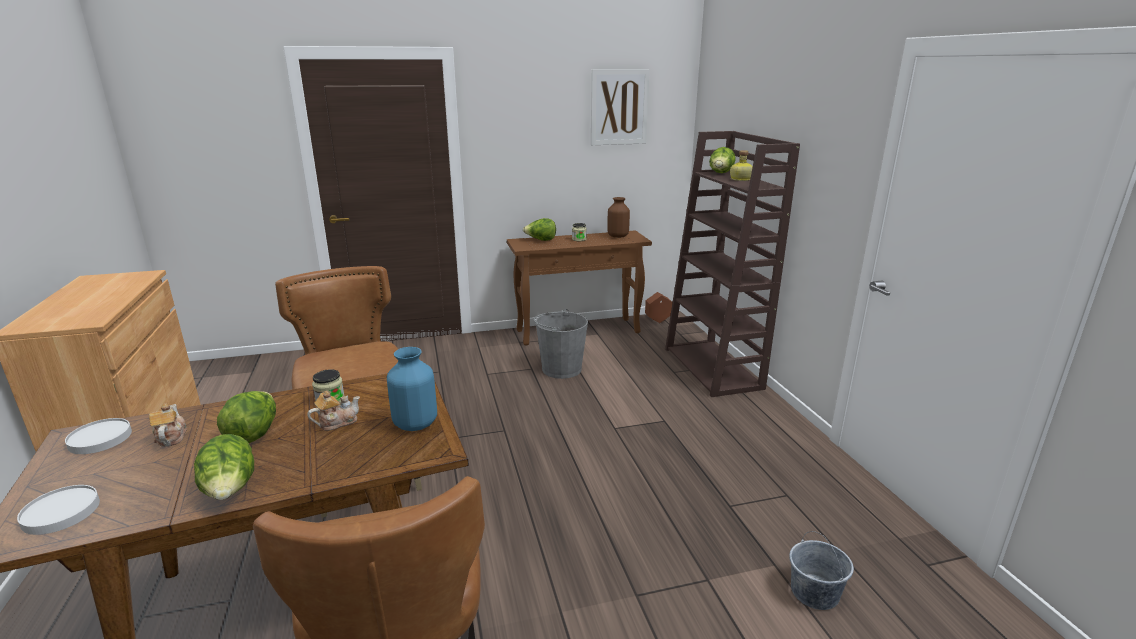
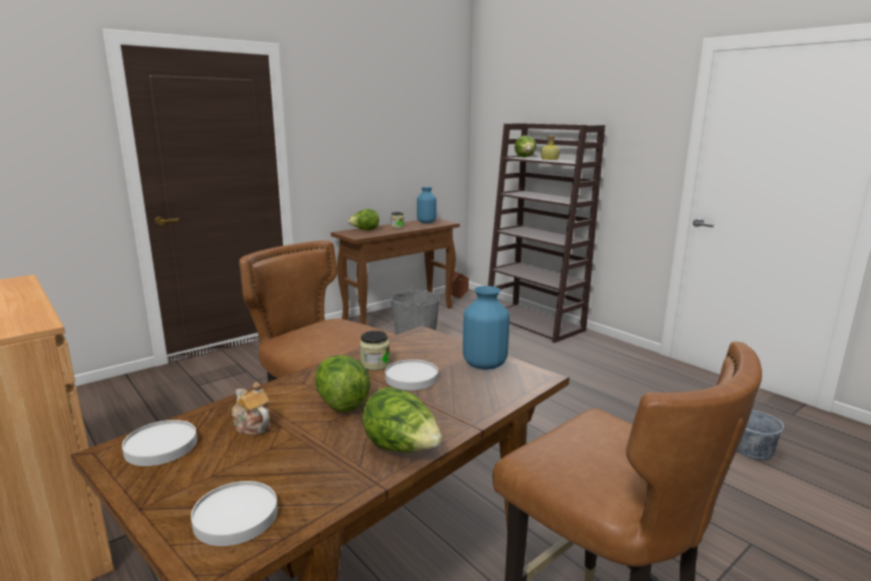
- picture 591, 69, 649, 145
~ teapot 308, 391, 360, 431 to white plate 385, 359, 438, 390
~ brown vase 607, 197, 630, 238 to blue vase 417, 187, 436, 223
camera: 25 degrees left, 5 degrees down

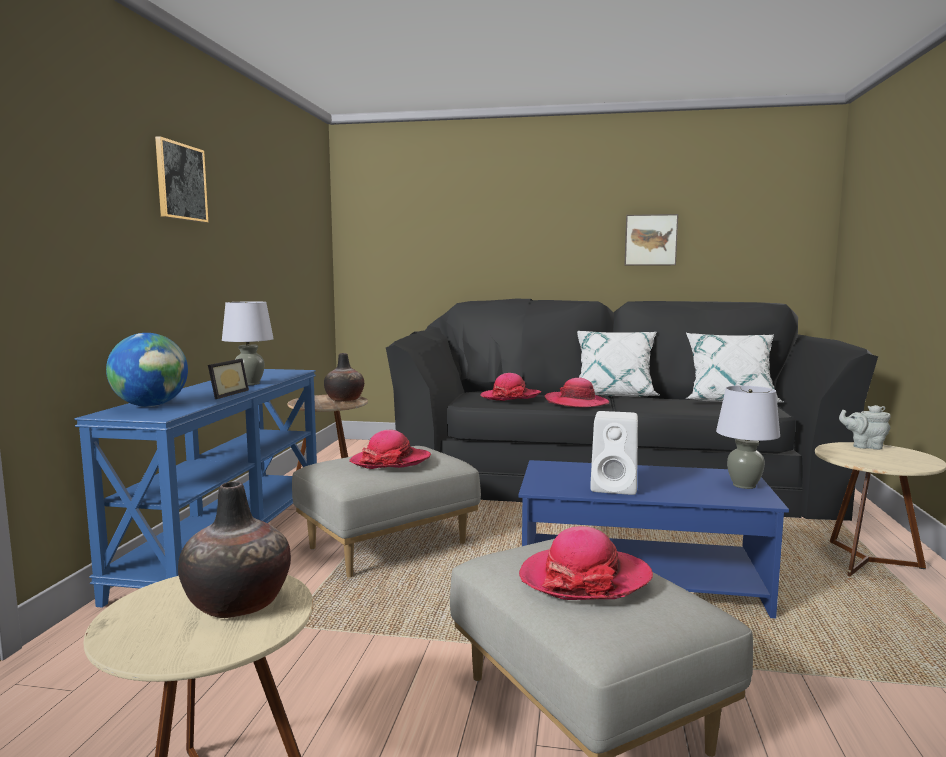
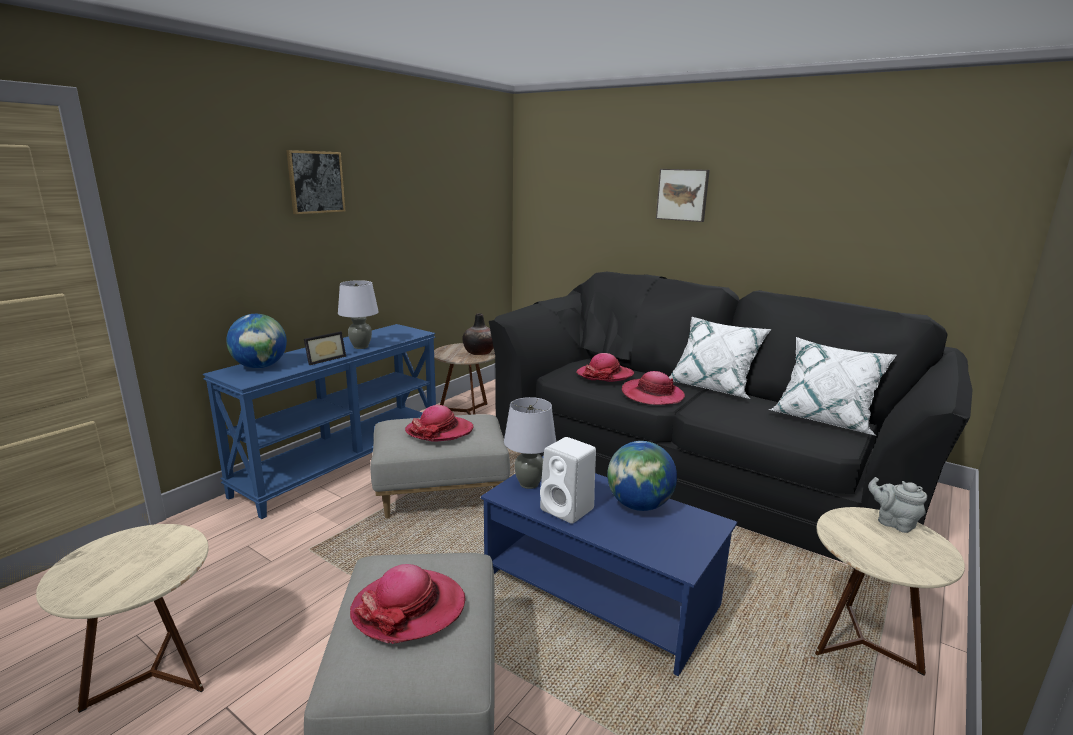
- vase 178, 481, 291, 618
+ globe 607, 441, 677, 511
~ picture 625, 214, 678, 265 to 656, 169, 710, 222
~ grey table lamp 716, 385, 780, 489 to 504, 397, 556, 489
camera: 25 degrees right, 10 degrees up

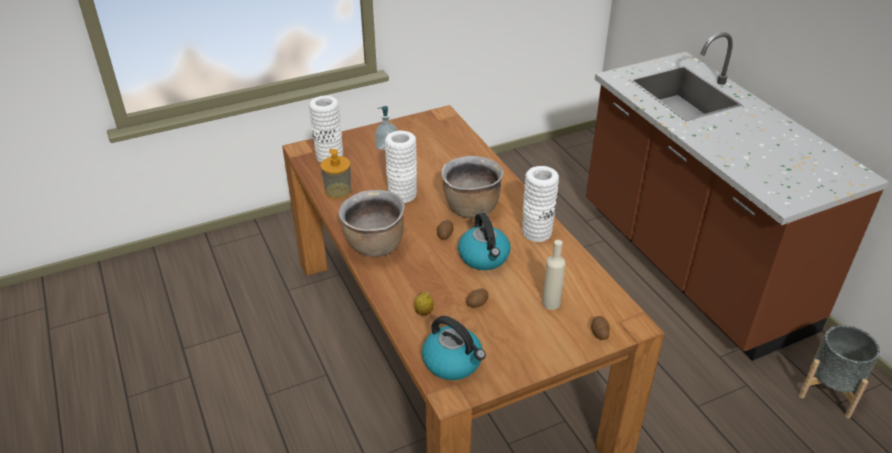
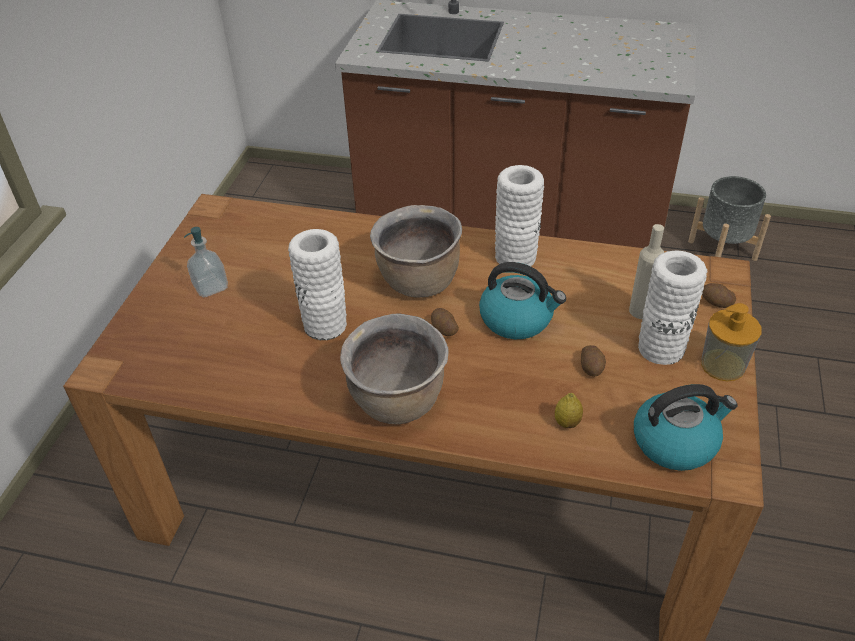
~ white vase 309, 96, 343, 163 to 638, 250, 707, 365
~ soap dispenser 320, 149, 351, 199 to 701, 303, 762, 381
camera: 50 degrees left, 5 degrees up

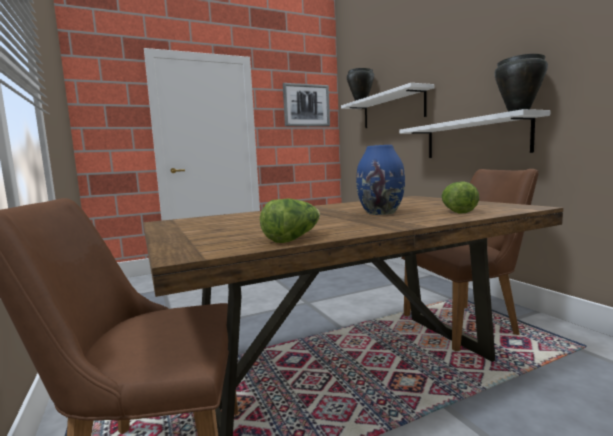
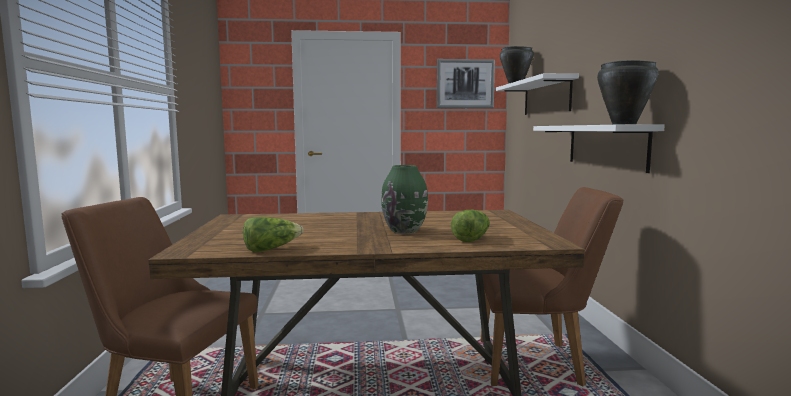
~ blue vase 356, 145, 405, 215 to green vase 381, 165, 428, 234
camera: 20 degrees right, 0 degrees up

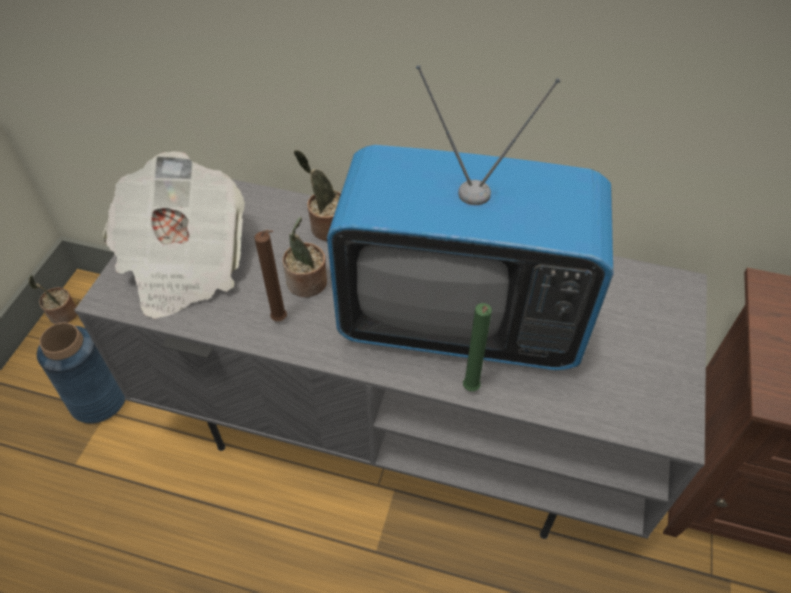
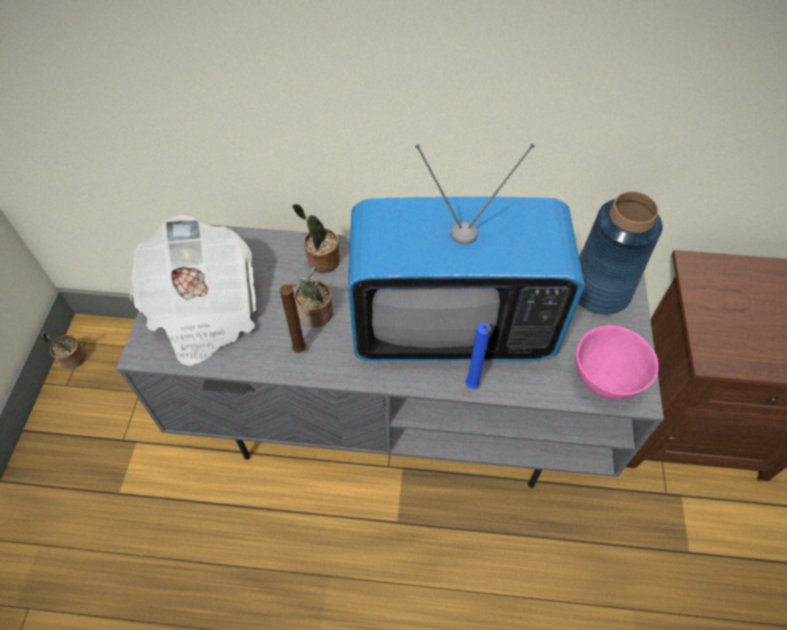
+ pink bowl 575, 325, 659, 400
~ blue vase 37, 323, 126, 424 to 578, 192, 663, 315
~ green candle 463, 303, 492, 391 to blue candle 465, 323, 491, 389
camera: 10 degrees left, 5 degrees up

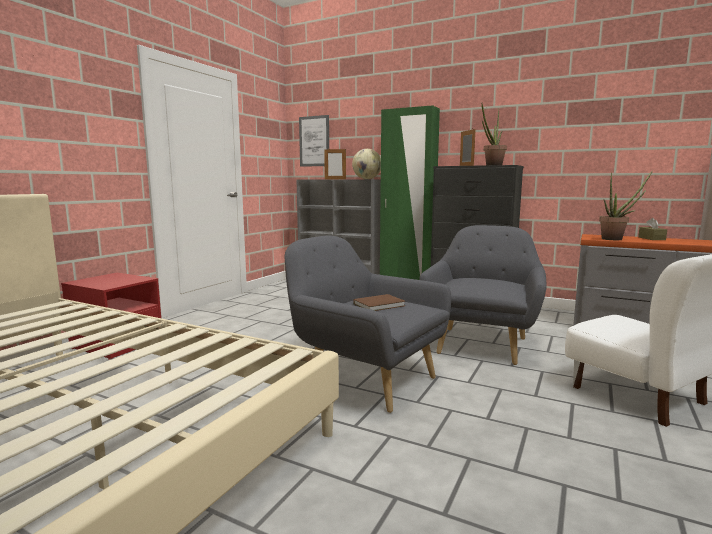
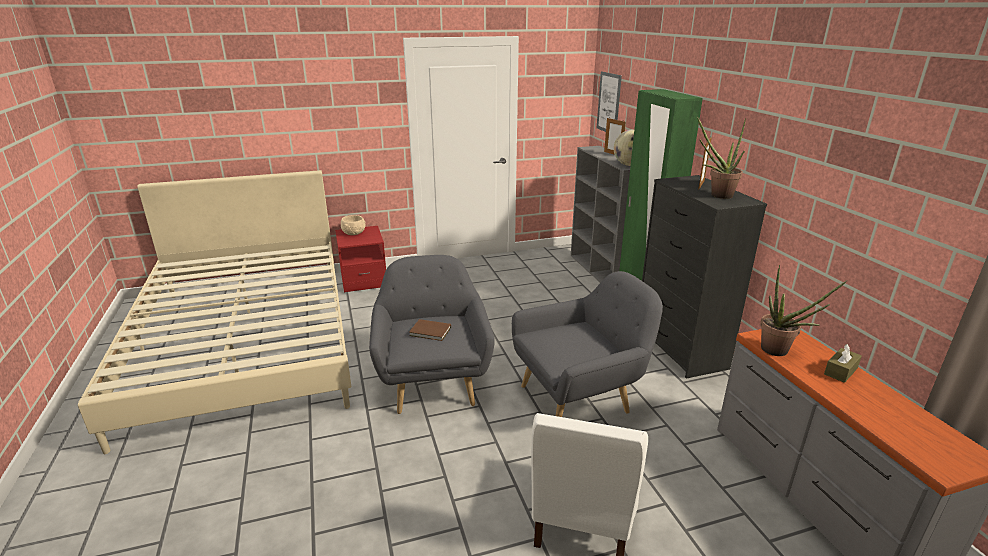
+ beige bowl 341, 215, 366, 235
camera: 45 degrees right, 15 degrees up

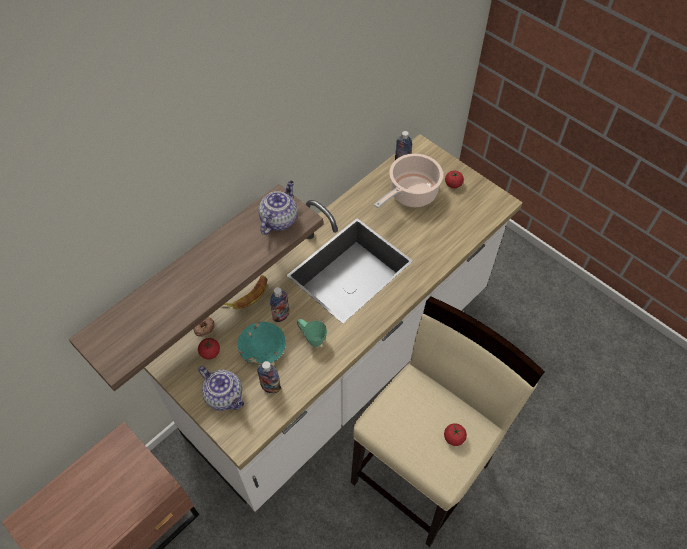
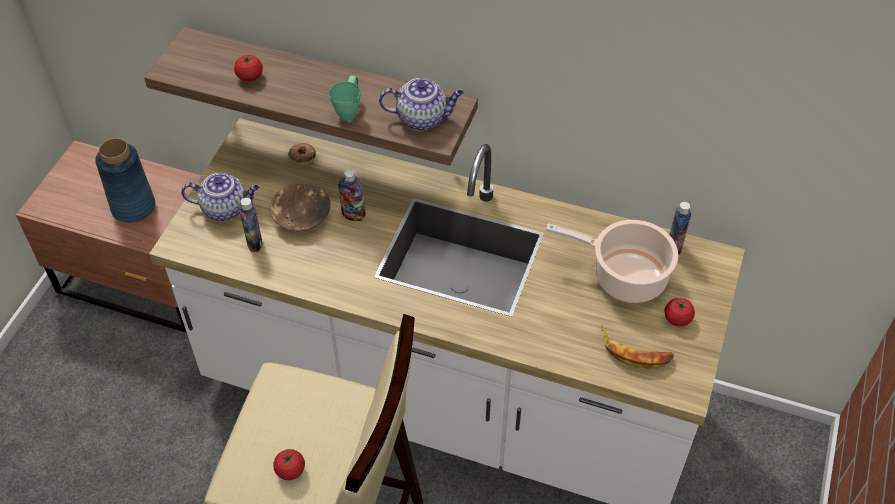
+ blue vase 95, 138, 156, 223
~ tomato 198, 338, 220, 359 to 234, 54, 263, 82
~ banana 224, 275, 267, 309 to 601, 324, 674, 368
~ green mug 297, 319, 327, 347 to 329, 75, 361, 121
~ turquoise bowl 237, 322, 286, 365 to brown bowl 270, 184, 330, 231
~ teapot 198, 366, 244, 411 = 181, 173, 259, 221 105 degrees counterclockwise
camera: 65 degrees right, 5 degrees down

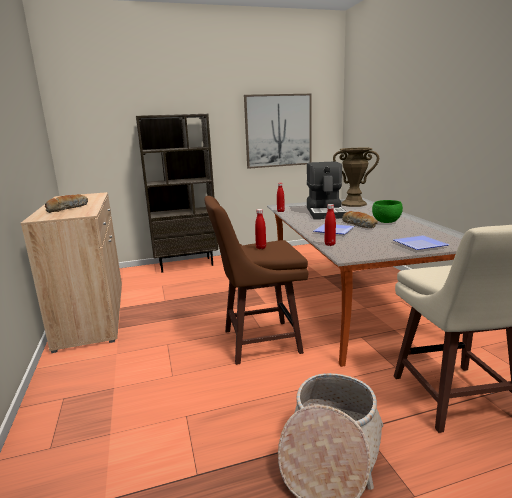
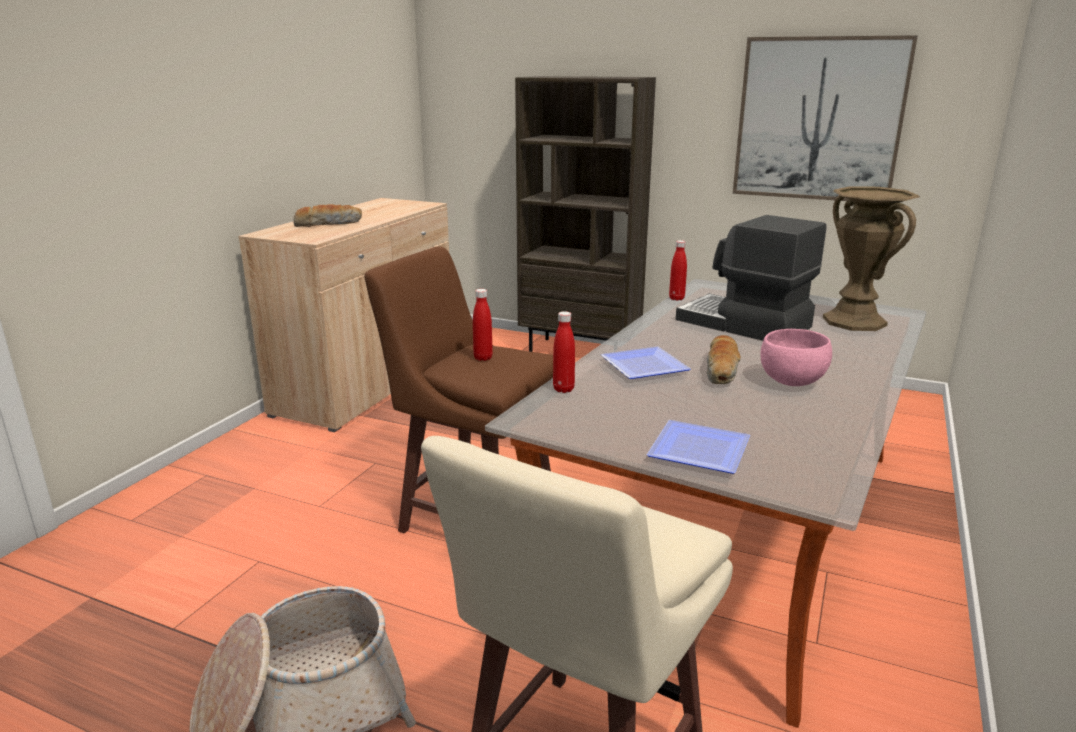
~ green bowl 372, 200, 403, 223 to pink bowl 760, 329, 832, 386
~ coffee machine 307, 161, 346, 219 = 676, 215, 827, 341 90 degrees clockwise
camera: 40 degrees right, 5 degrees up

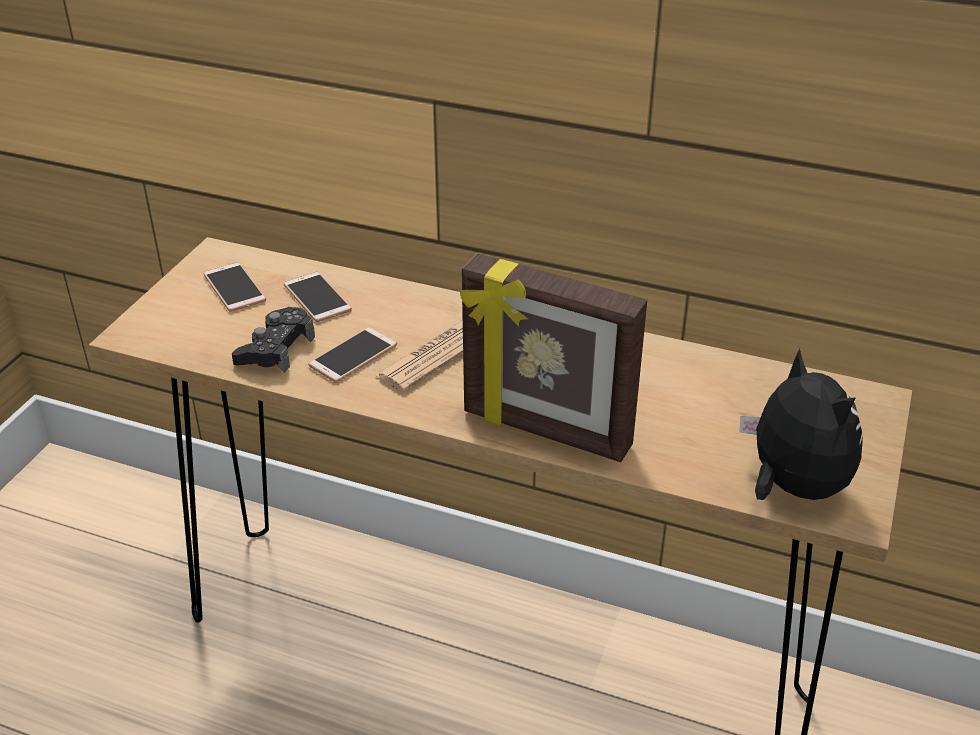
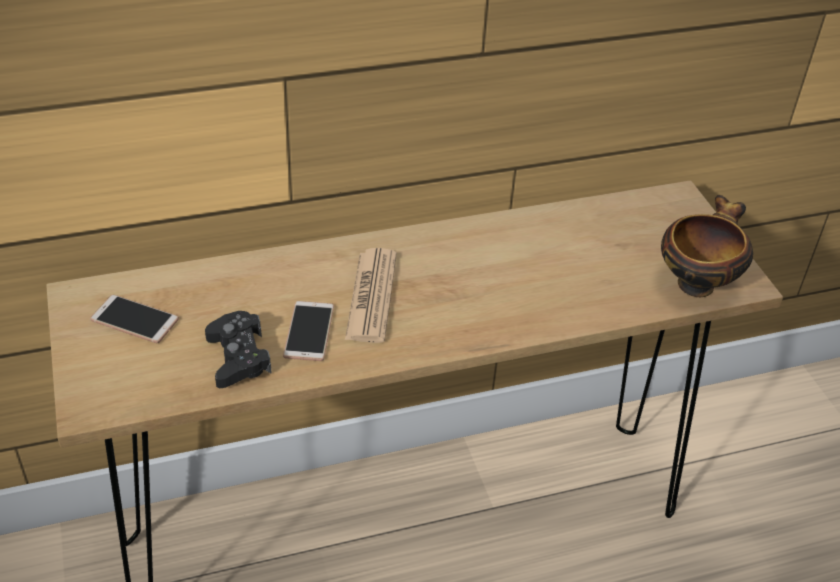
- phone 284, 272, 352, 322
- picture frame 460, 253, 647, 462
~ plush toy 739, 348, 863, 500 to bowl 661, 195, 753, 297
camera: 40 degrees left, 5 degrees up

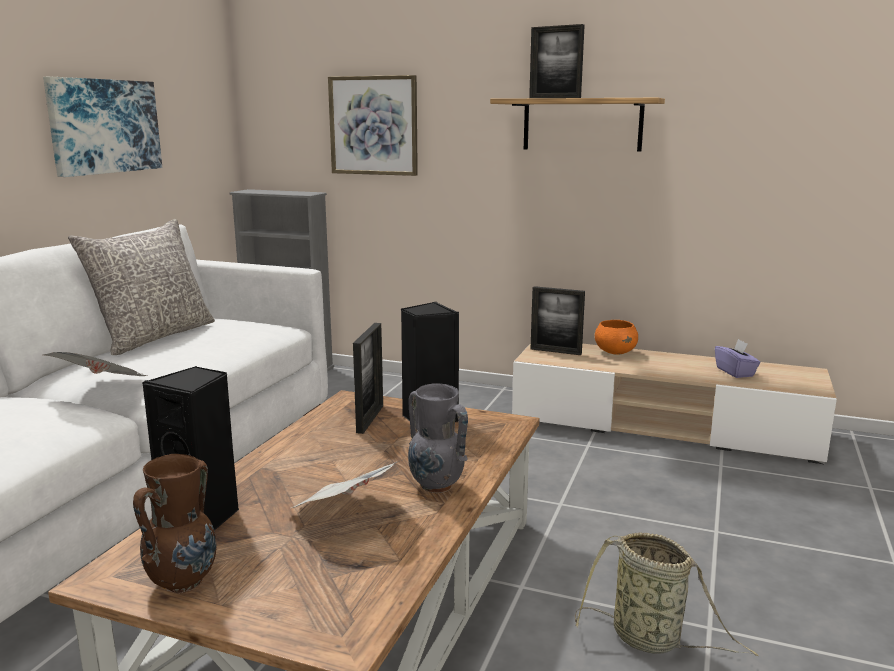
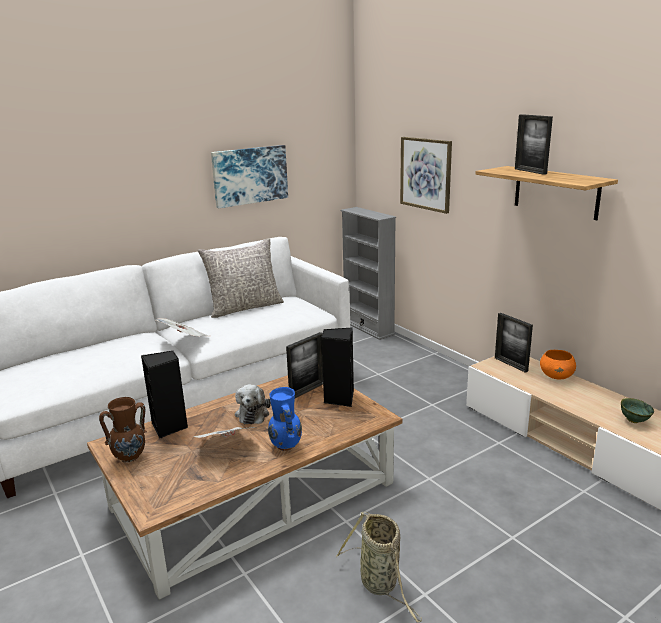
+ plush toy 235, 384, 271, 424
~ purple tissue box 715, 339, 760, 378 to green bowl 621, 398, 654, 423
~ grey vase 408, 383, 468, 493 to blue vase 268, 387, 302, 451
camera: 35 degrees right, 5 degrees up

